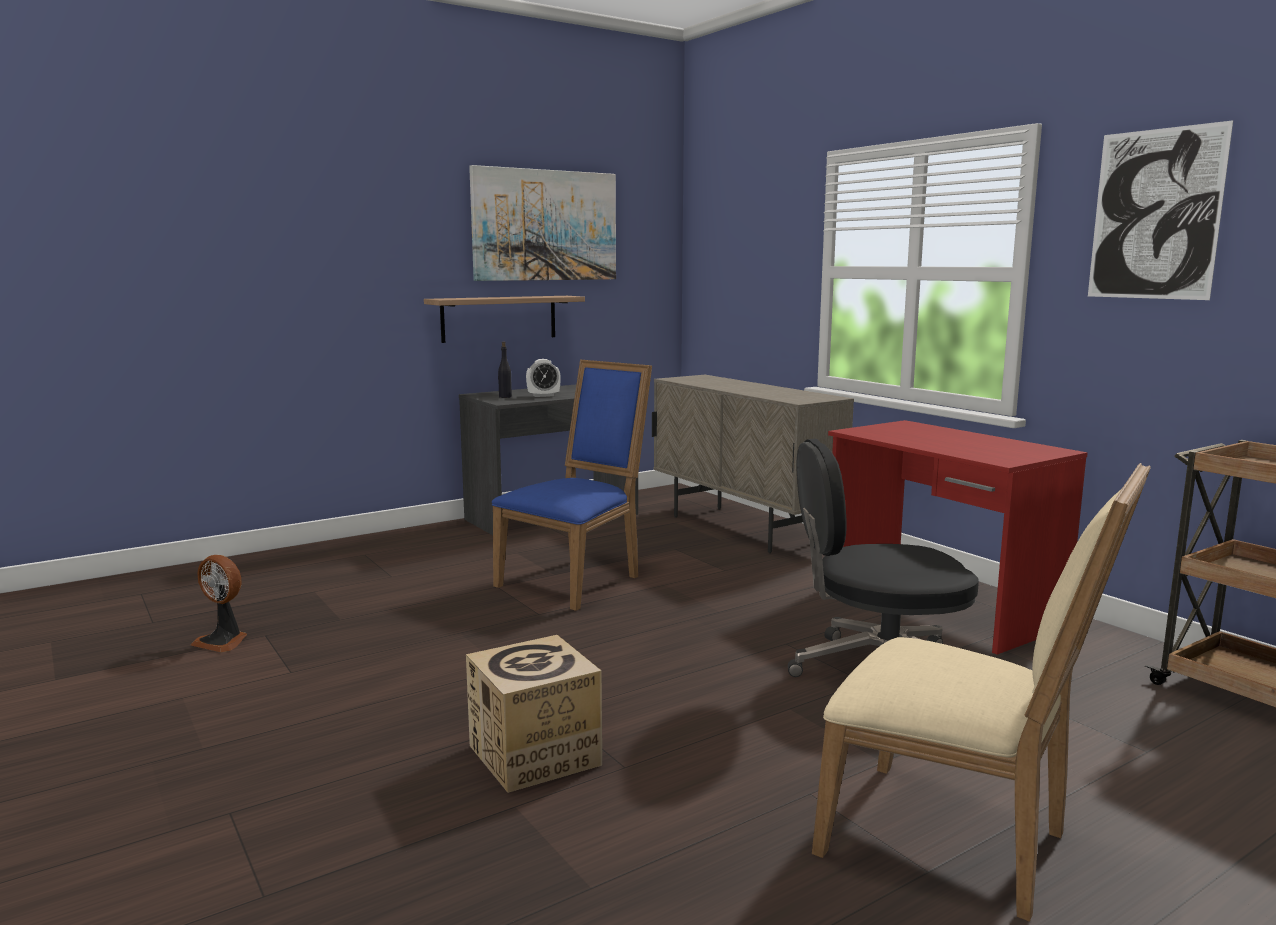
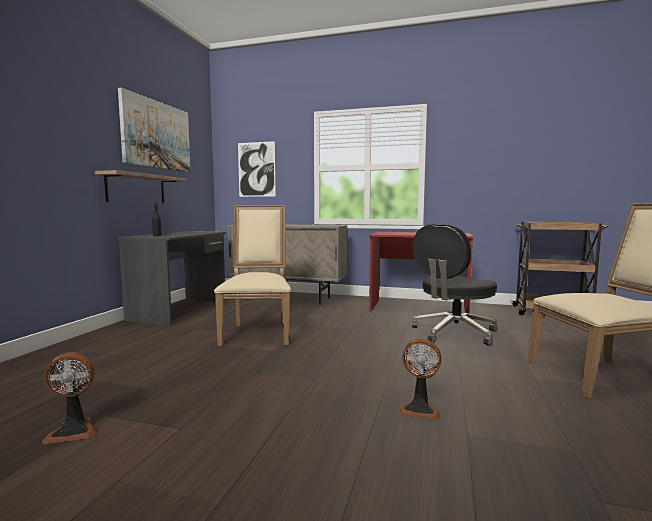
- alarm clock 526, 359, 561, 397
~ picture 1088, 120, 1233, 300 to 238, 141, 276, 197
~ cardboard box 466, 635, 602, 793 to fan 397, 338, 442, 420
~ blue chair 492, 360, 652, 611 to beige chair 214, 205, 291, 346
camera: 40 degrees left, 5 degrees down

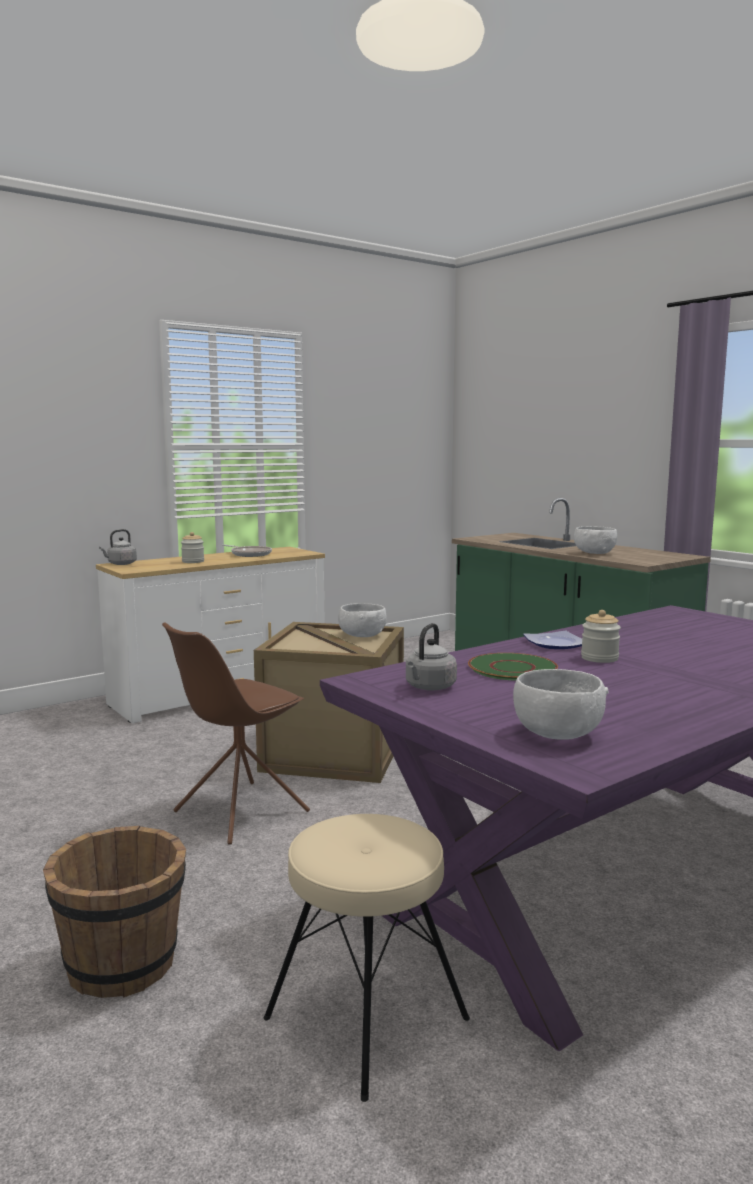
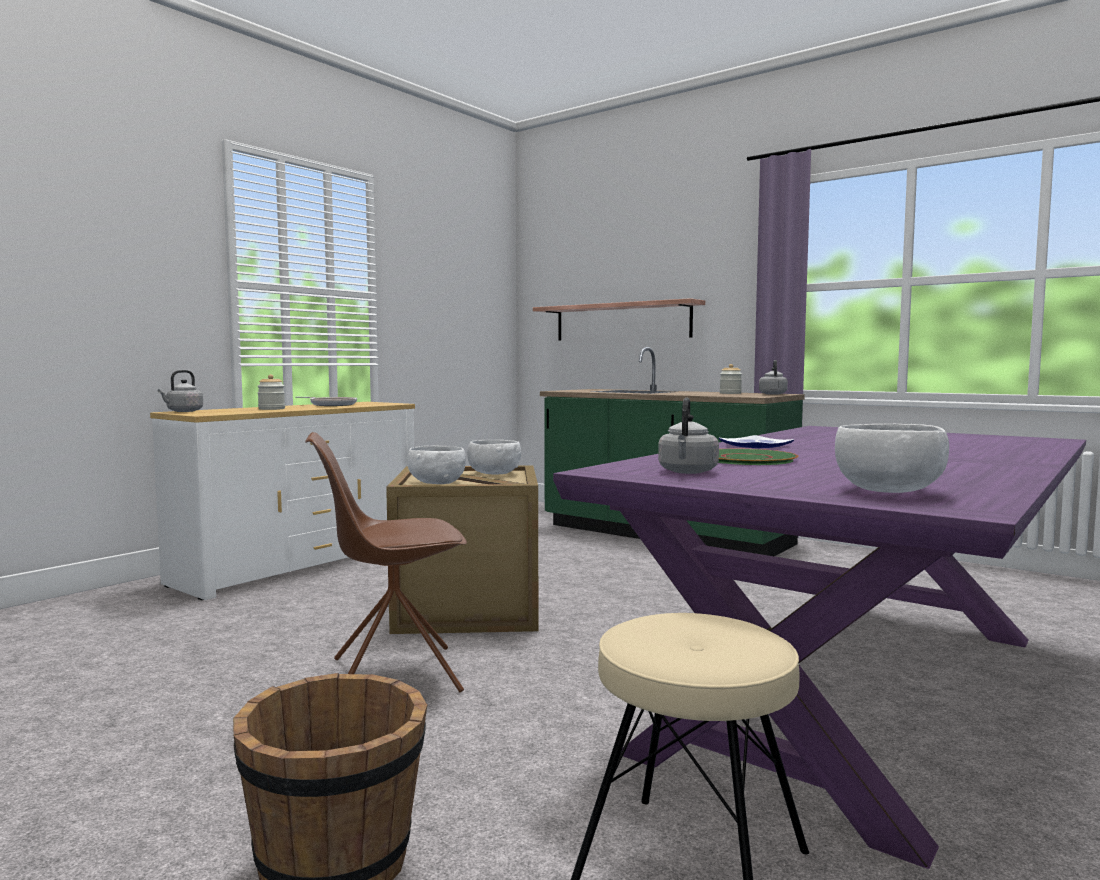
+ shelf 533, 298, 705, 340
+ grey kettle 759, 360, 788, 395
~ white bowl 574, 526, 617, 554 to 407, 446, 466, 484
~ jar 581, 610, 621, 663 to 719, 364, 742, 394
~ brown chair 162, 622, 310, 845 = 305, 432, 467, 692 45 degrees clockwise
camera: 15 degrees left, 5 degrees down

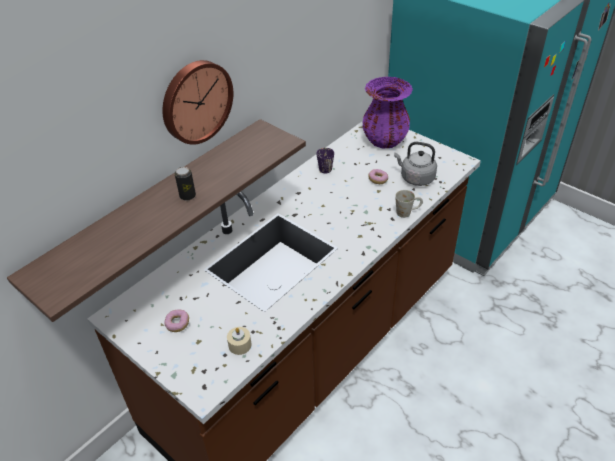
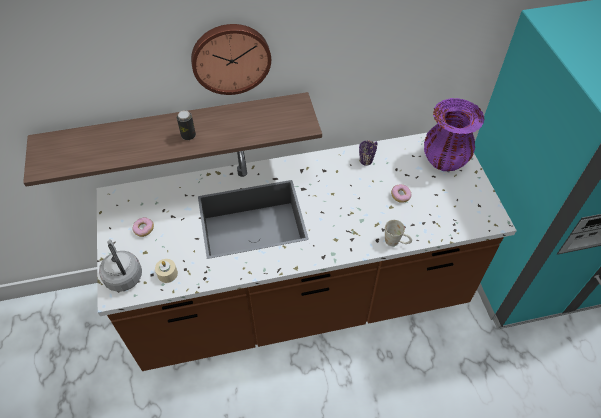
~ grey kettle 394, 142, 437, 186 to 99, 240, 142, 292
camera: 35 degrees right, 10 degrees up

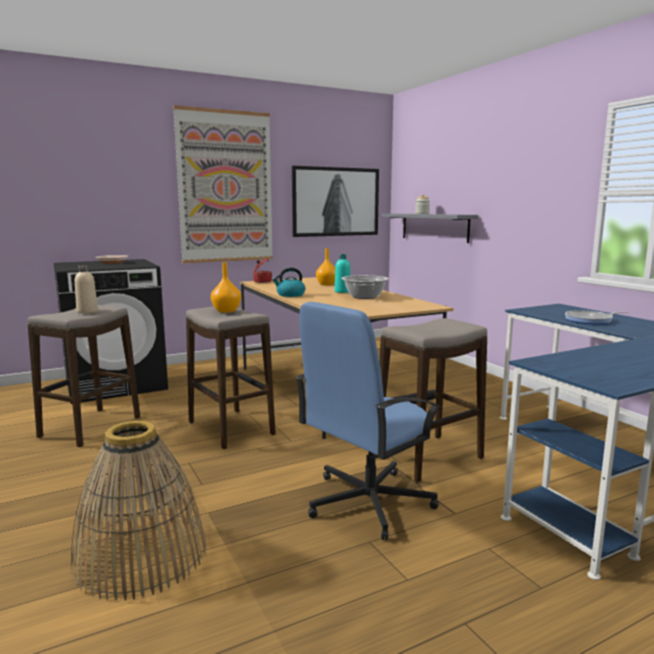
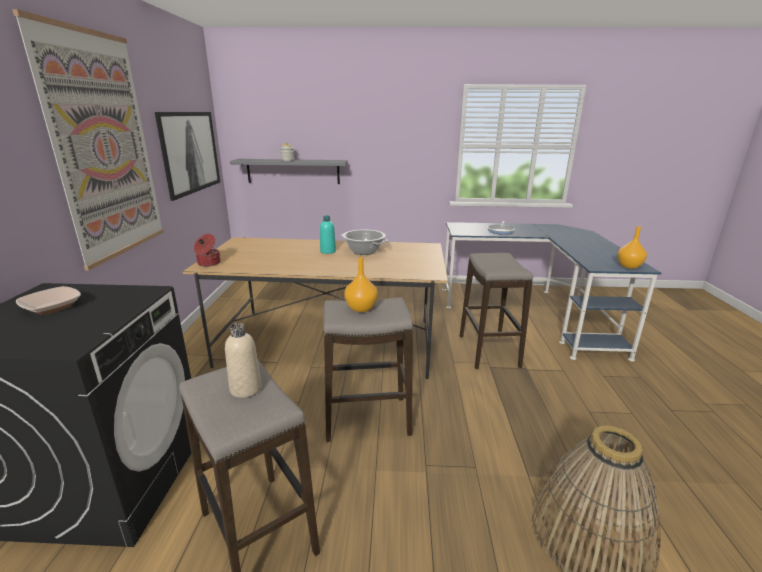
- kettle 272, 268, 305, 297
- blue office chair 295, 302, 441, 540
~ orange vase 316, 248, 335, 286 to 618, 226, 647, 269
camera: 60 degrees left, 10 degrees up

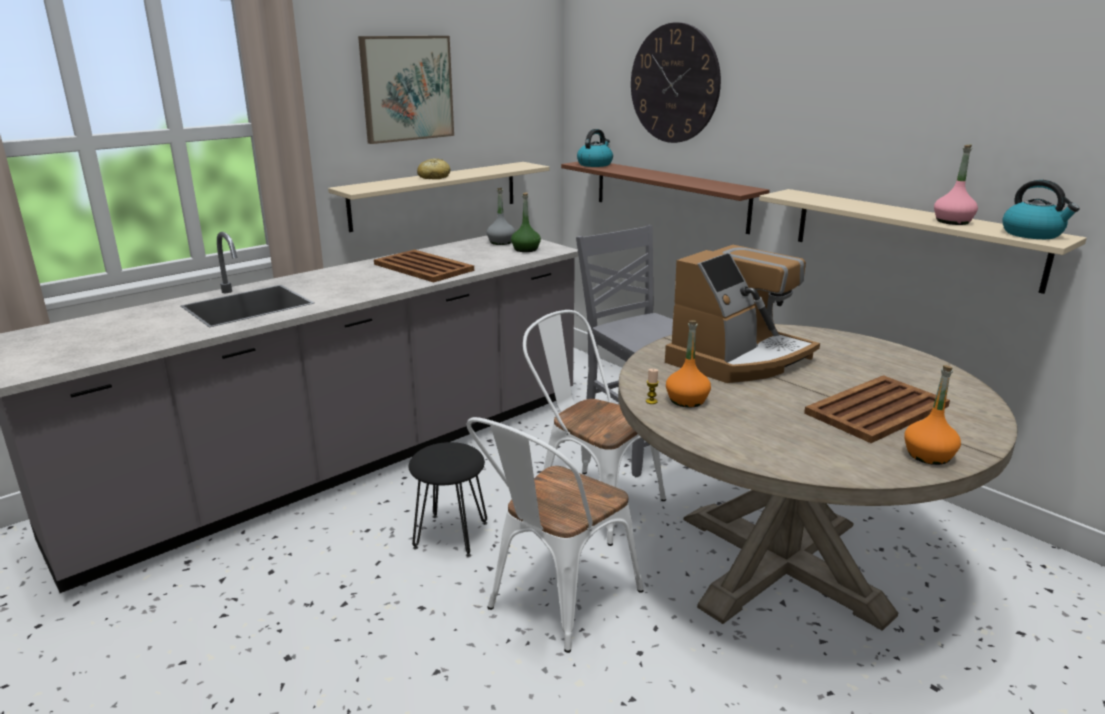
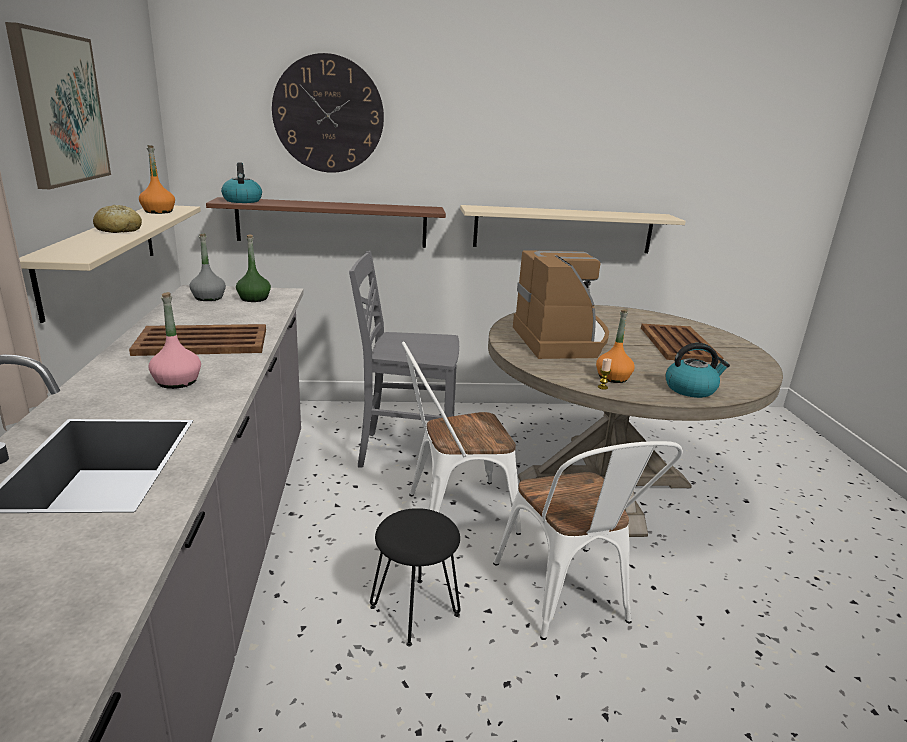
~ orange bottle 904, 365, 961, 465 to 139, 145, 175, 214
~ pink bottle 934, 144, 978, 225 to 148, 292, 201, 389
~ kettle 1002, 180, 1080, 239 to 665, 343, 730, 398
camera: 55 degrees left, 0 degrees up

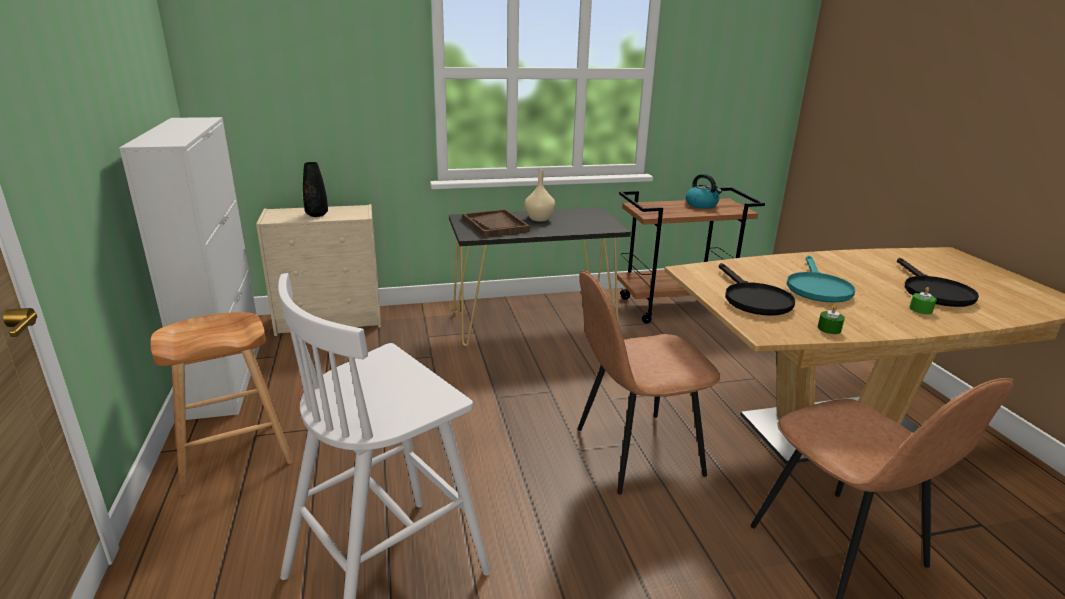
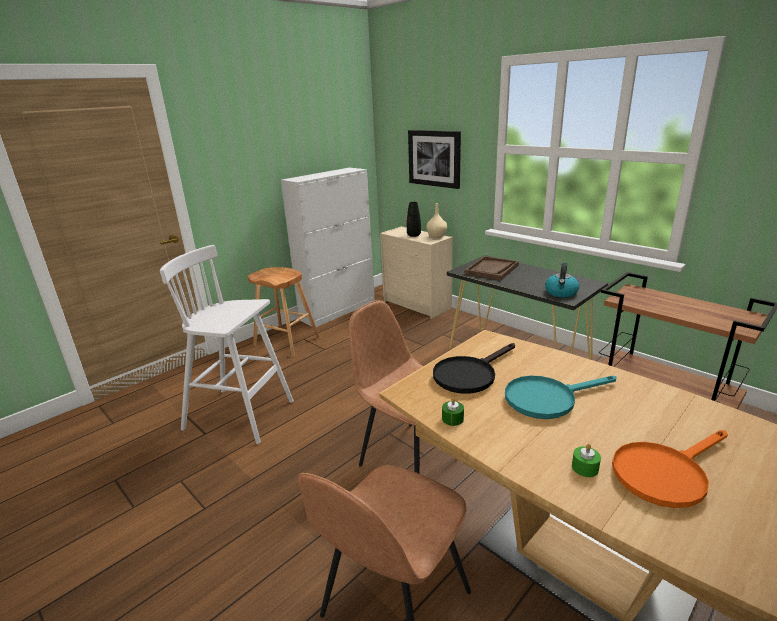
+ picture 408, 130, 461, 189
~ beige vase 525, 170, 555, 222 to 426, 203, 447, 238
~ kettle 686, 174, 722, 209 to 545, 263, 579, 297
~ black frying pan 897, 258, 979, 307 to orange frying pan 612, 430, 728, 508
camera: 60 degrees right, 0 degrees up

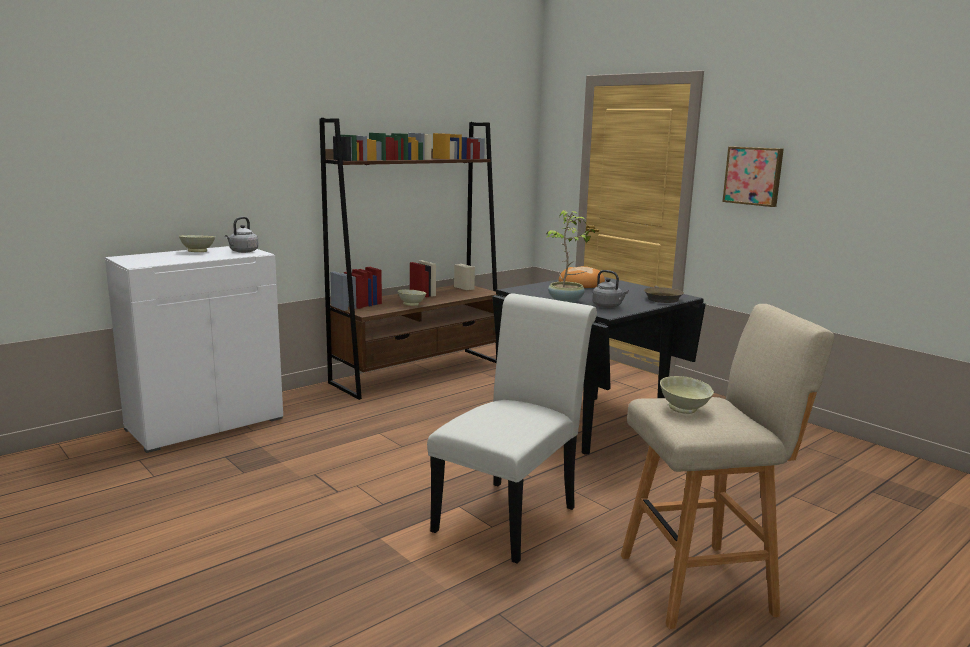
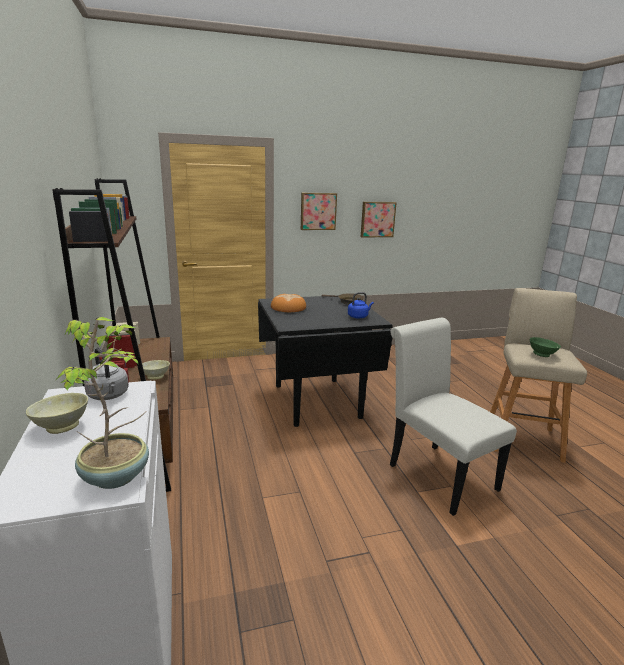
+ picture 361, 202, 397, 238
~ potted plant 546, 210, 595, 303 to 54, 317, 149, 489
~ grey kettle 592, 270, 629, 308 to blue kettle 348, 292, 374, 319
~ beige bowl 660, 376, 714, 414 to green bowl 530, 337, 561, 357
camera: 65 degrees left, 5 degrees up

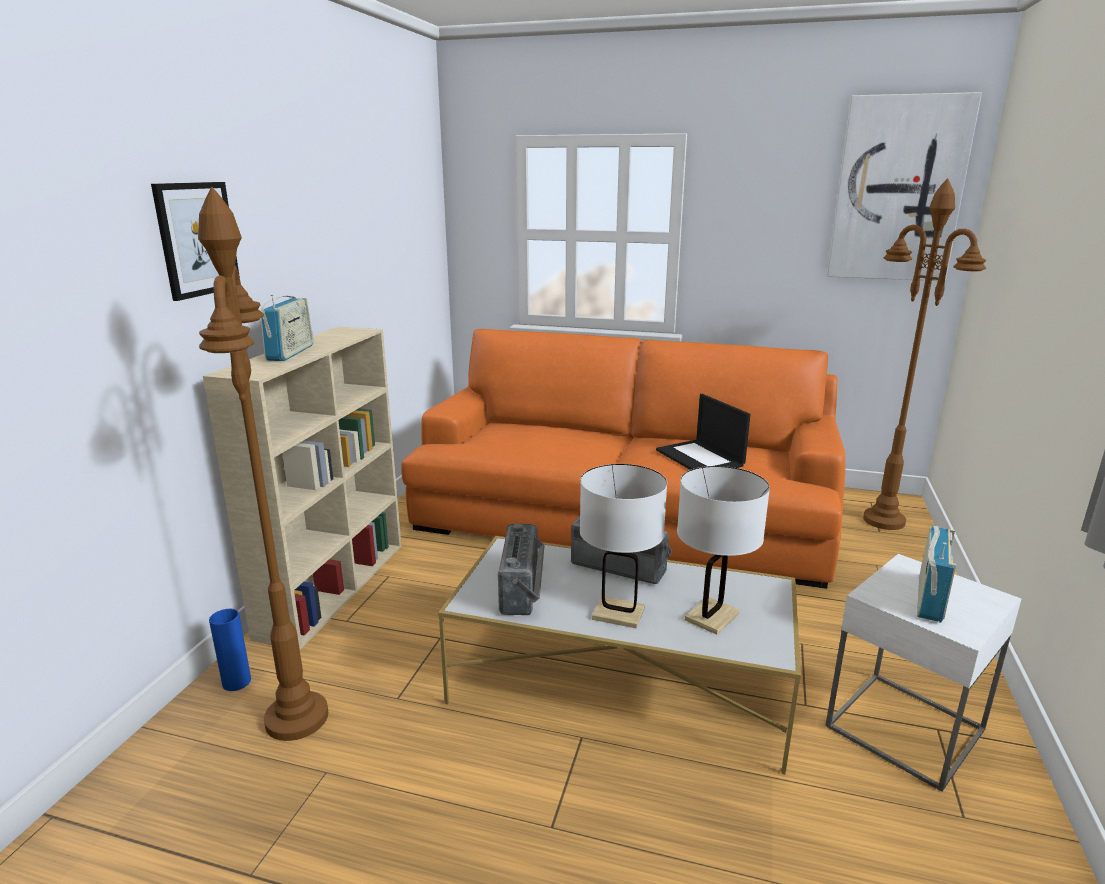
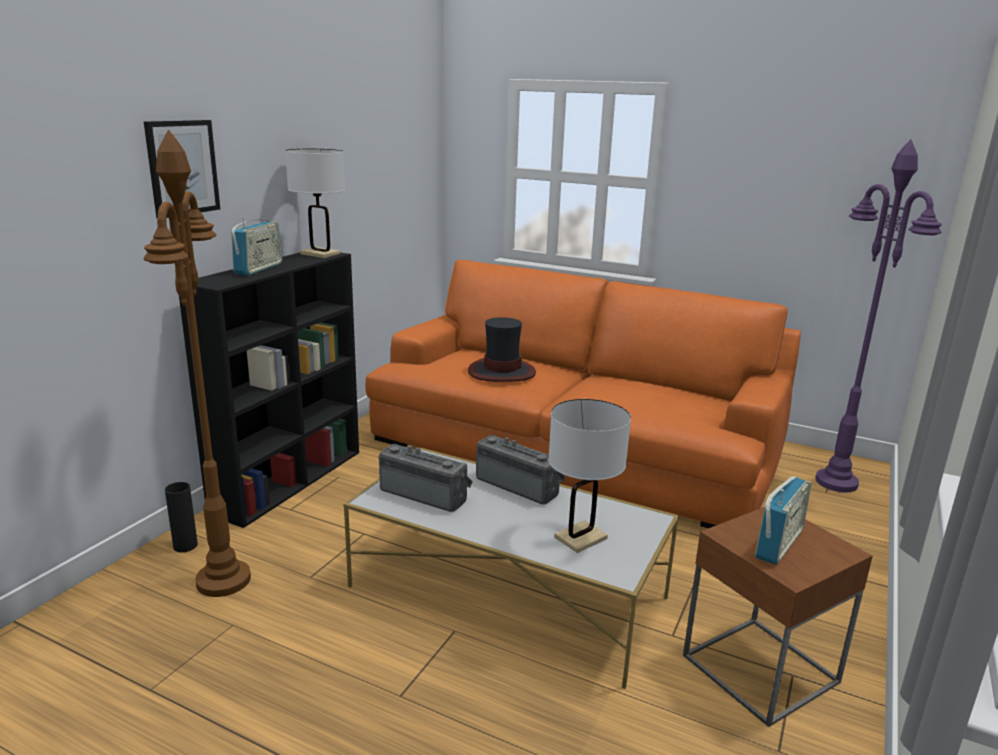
- laptop 656, 394, 750, 470
- picture 827, 92, 982, 281
+ hat 468, 317, 536, 382
~ white table lamp 580, 464, 667, 629 to 285, 148, 346, 258
~ beige bookcase 203, 326, 401, 650 to black bookcase 179, 252, 359, 528
~ blue vase 209, 609, 251, 691 to black vase 165, 482, 198, 553
~ white side table 825, 554, 1021, 792 to brown side table 683, 507, 873, 727
~ brown floor lamp 863, 178, 986, 530 to purple floor lamp 815, 139, 942, 493
~ radio 498, 524, 545, 615 = 379, 444, 473, 512 75 degrees counterclockwise
camera: 10 degrees right, 0 degrees up

